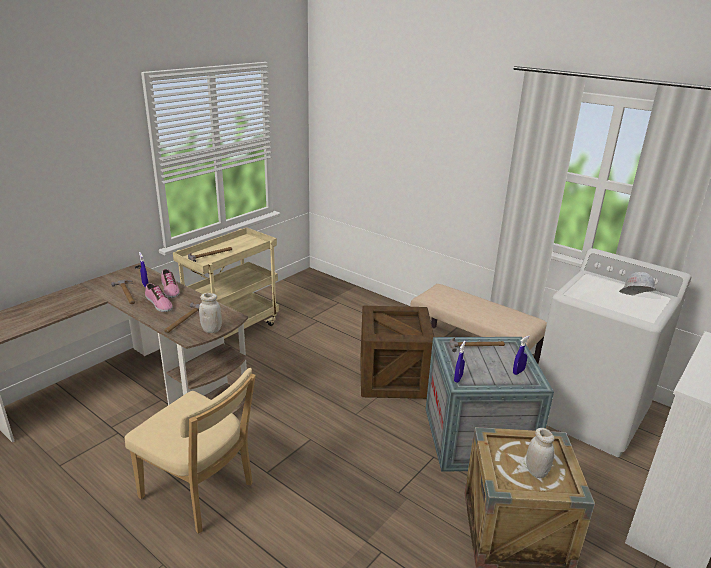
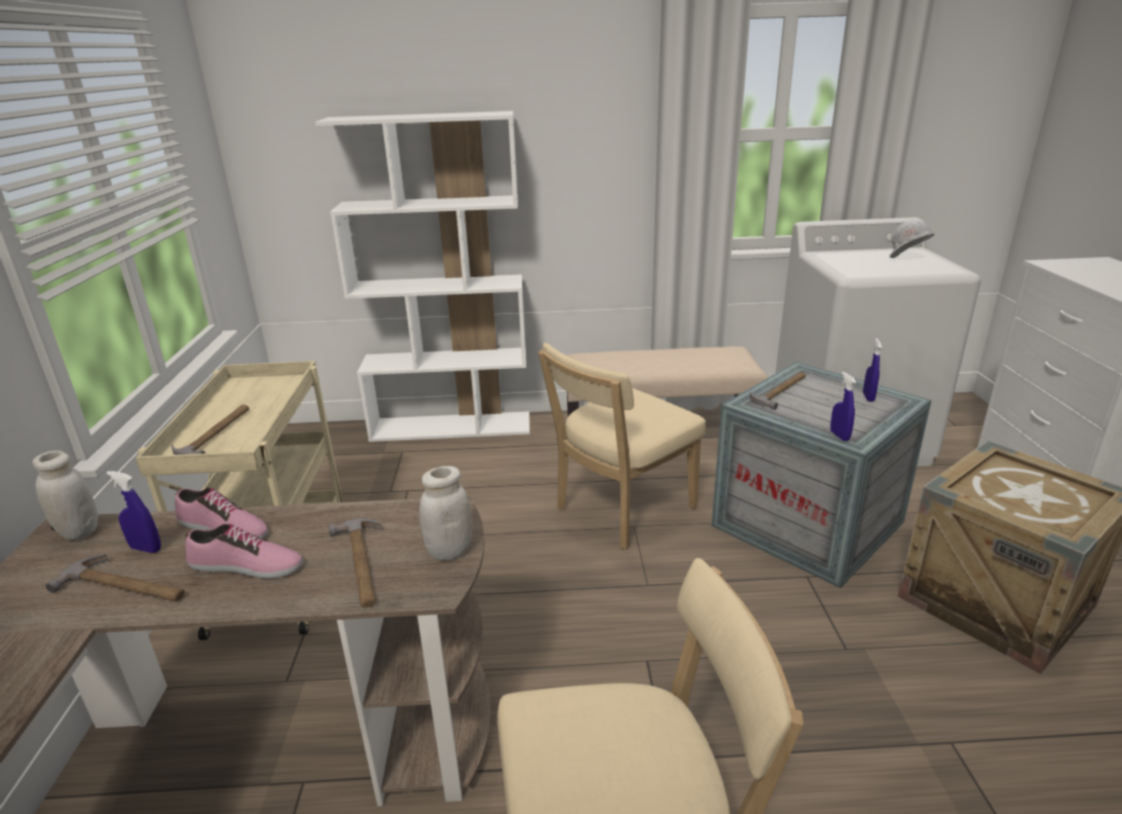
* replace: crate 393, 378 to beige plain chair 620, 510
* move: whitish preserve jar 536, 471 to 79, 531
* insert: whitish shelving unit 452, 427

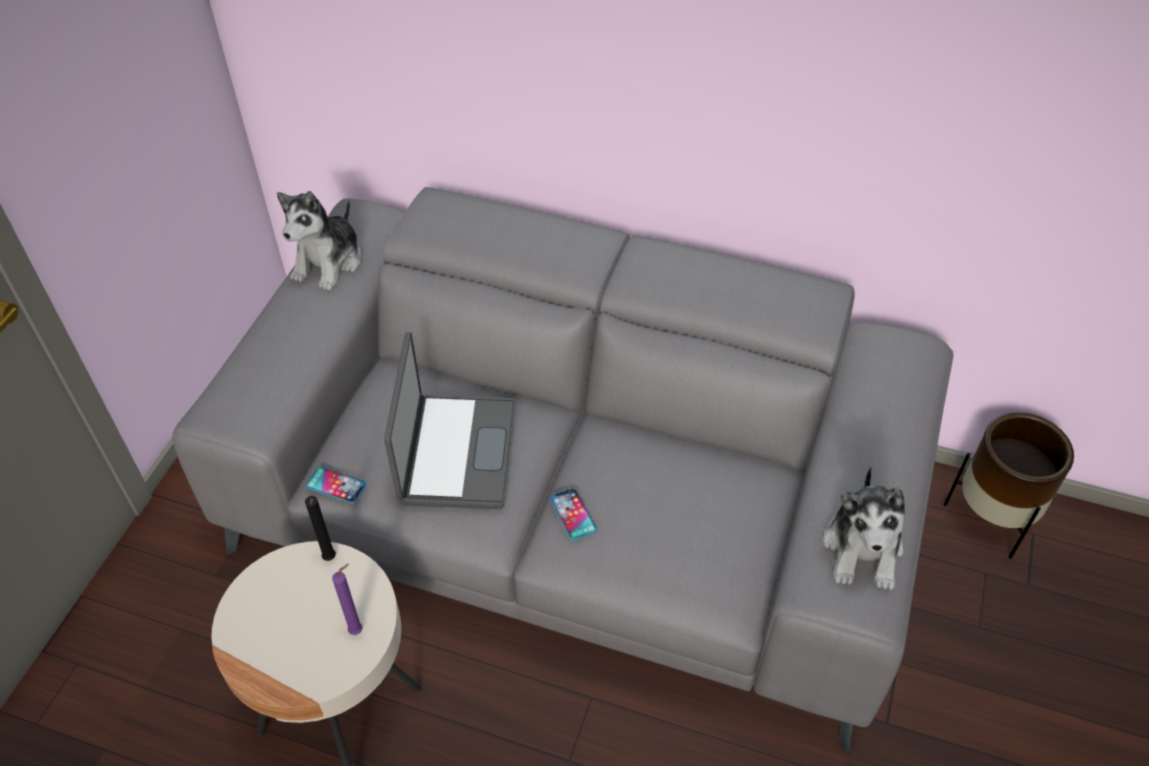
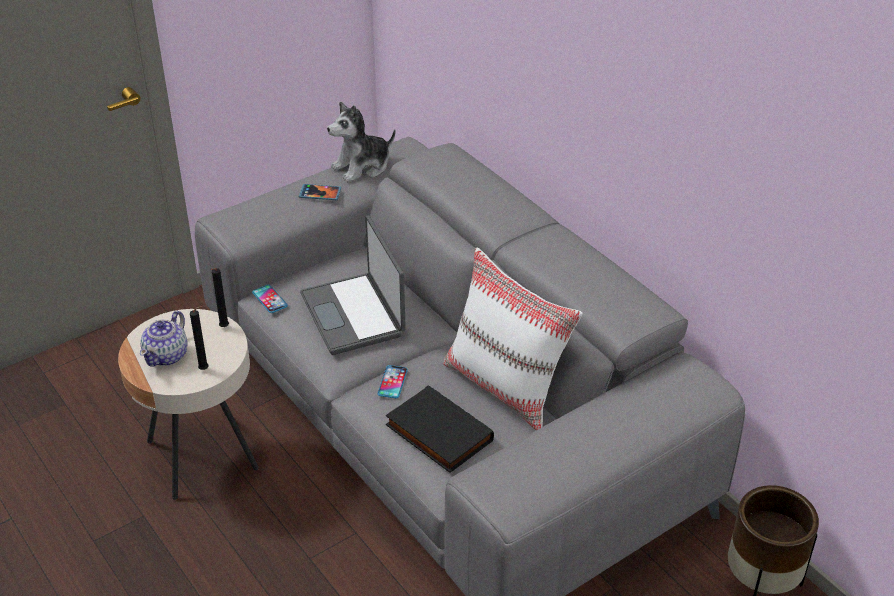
* recolor: purple-coloured wax light 358, 630 to blackish wax light 205, 369
* rotate: notebook computer 455, 452 = 354, 314 120 degrees clockwise
* delete: soft toy 863, 548
* insert: pot for tea 167, 355
* insert: handset 320, 193
* insert: blackish book 437, 434
* insert: whitish cushion 506, 387

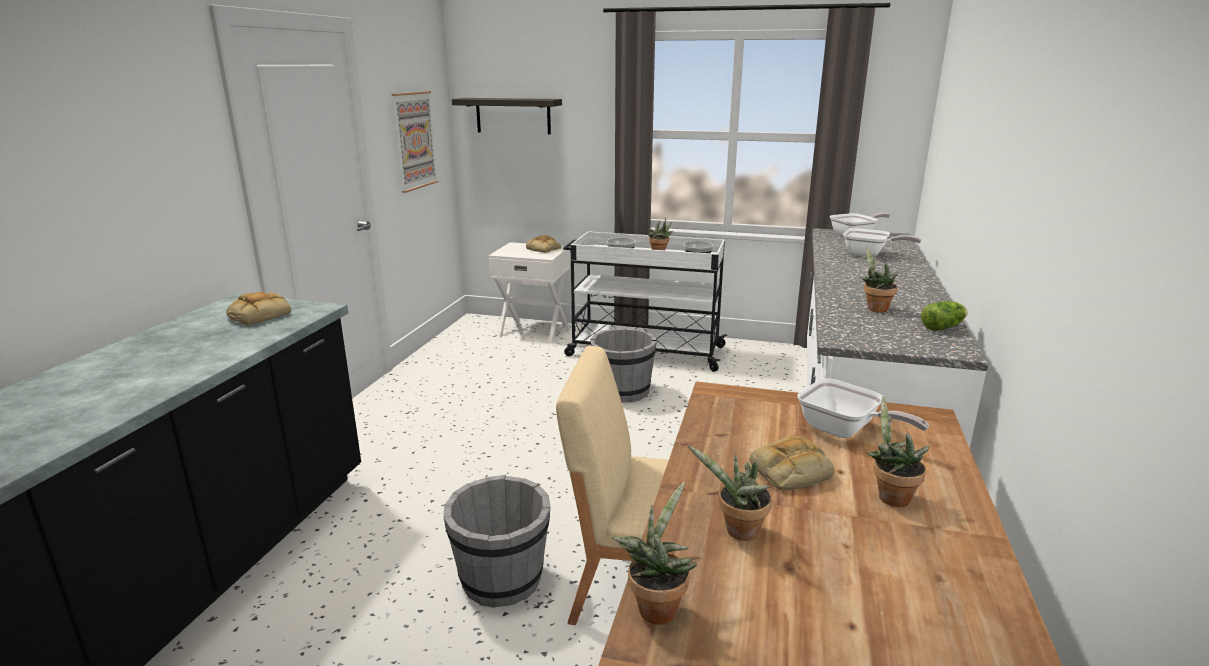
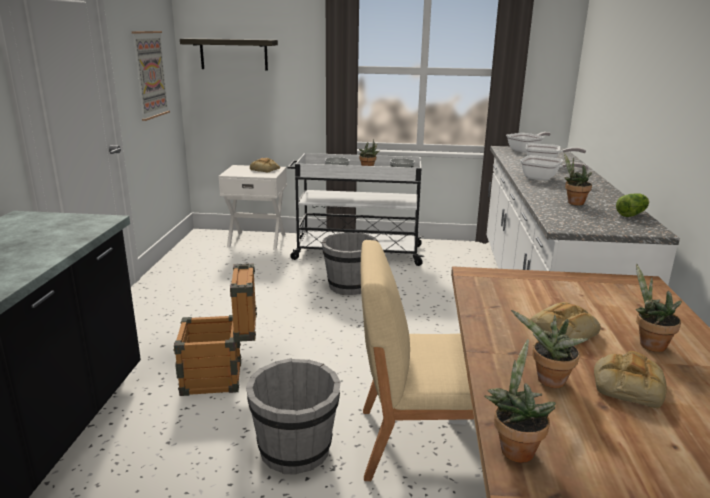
* move: baked bread 260, 315 to 627, 385
* move: frying pan 844, 431 to 544, 179
* insert: crate 222, 378

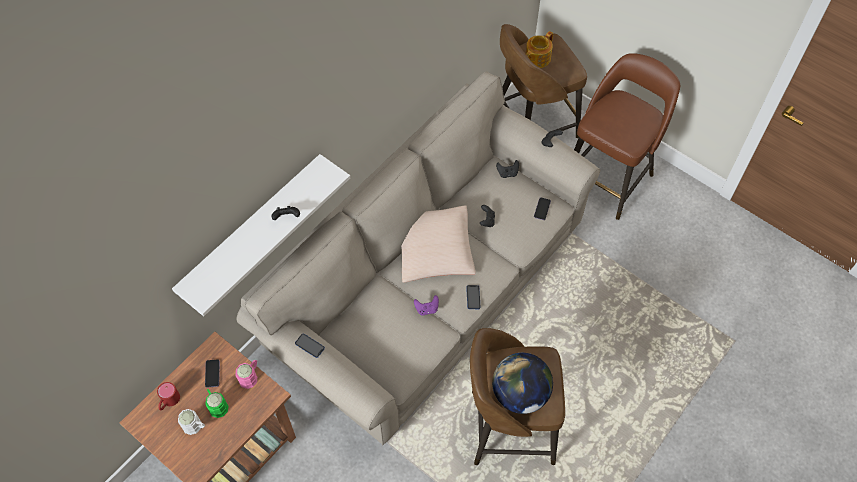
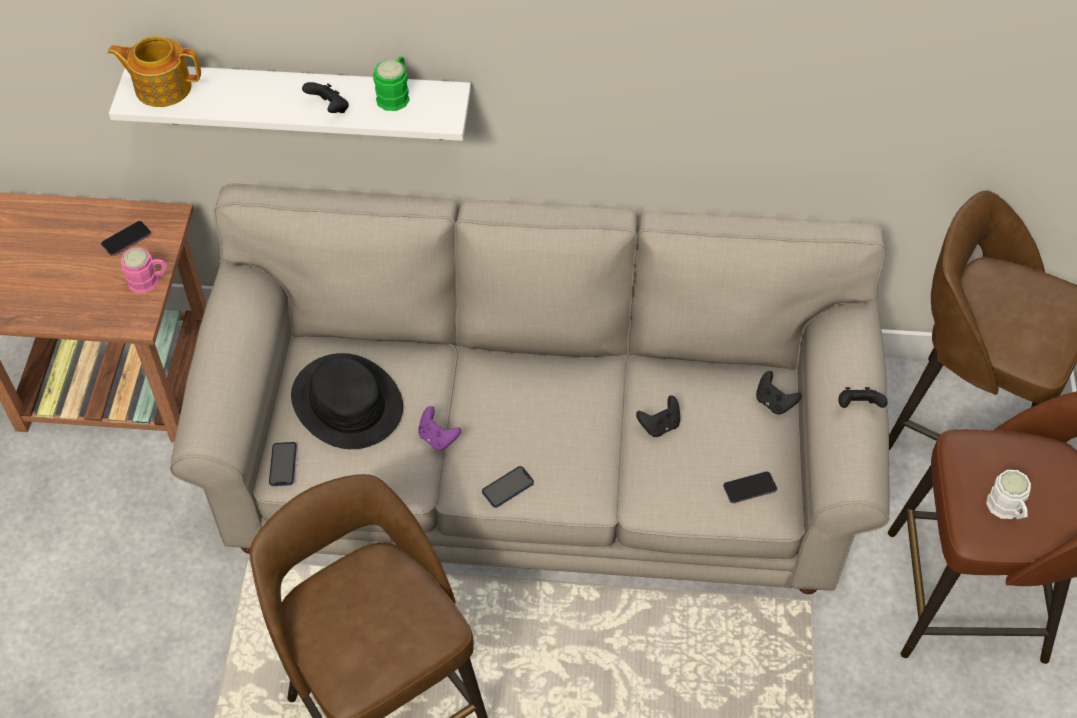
* delete: red-coloured coffee mug 168, 401
* move: whitish coffee mug 195, 426 to 1007, 510
* move: green coffee mug 216, 405 to 395, 94
* move: handset 309, 346 to 283, 465
* delete: beige cushion 434, 251
* delete: world globe 520, 394
* move: pot for tea 537, 58 to 162, 87
* insert: blackish hat 347, 403

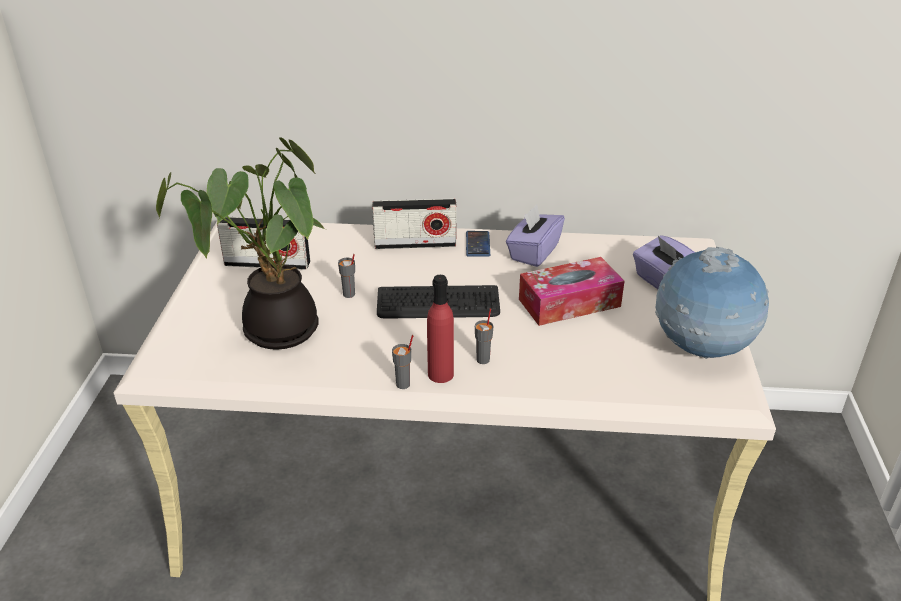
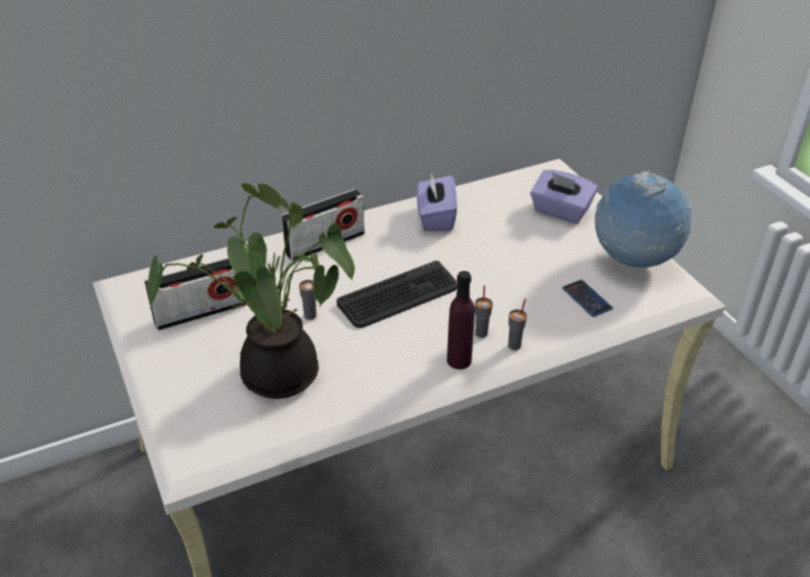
* move: gray cup 403, 384 to 515, 345
* recolor: red-coloured bottle 440, 374 to purple-coloured bottle 459, 360
* move: handset 477, 244 to 587, 299
* delete: box of tissues 569, 303

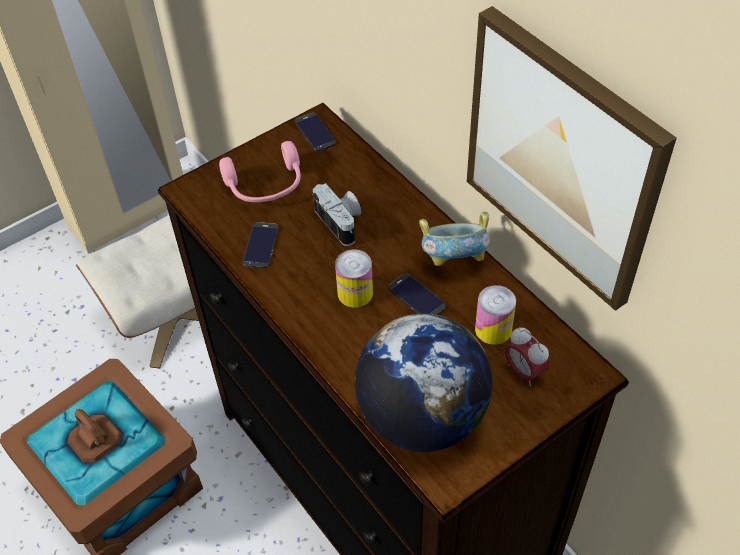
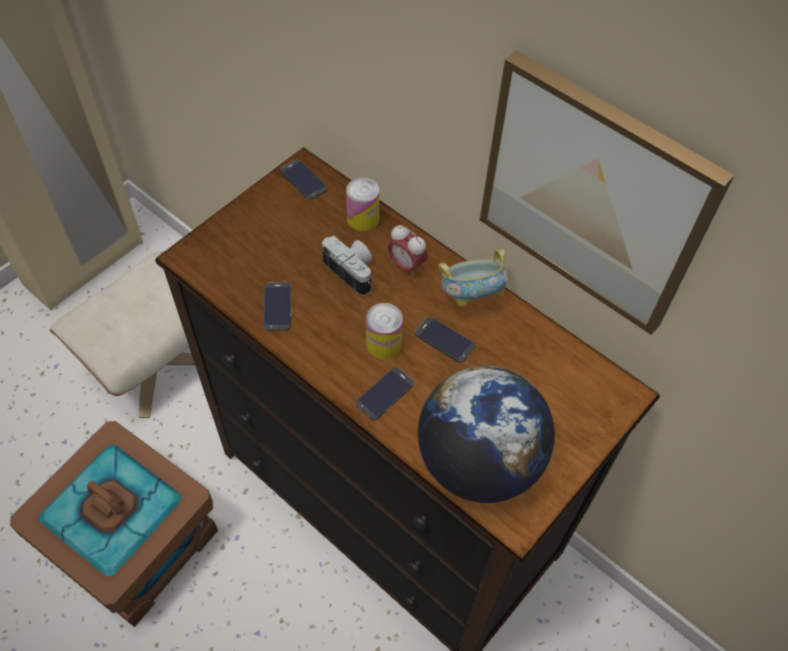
* delete: pinkish headset 265, 186
* move: can 493, 329 to 363, 218
* move: alarm clock 524, 371 to 406, 265
* insert: handset 385, 393

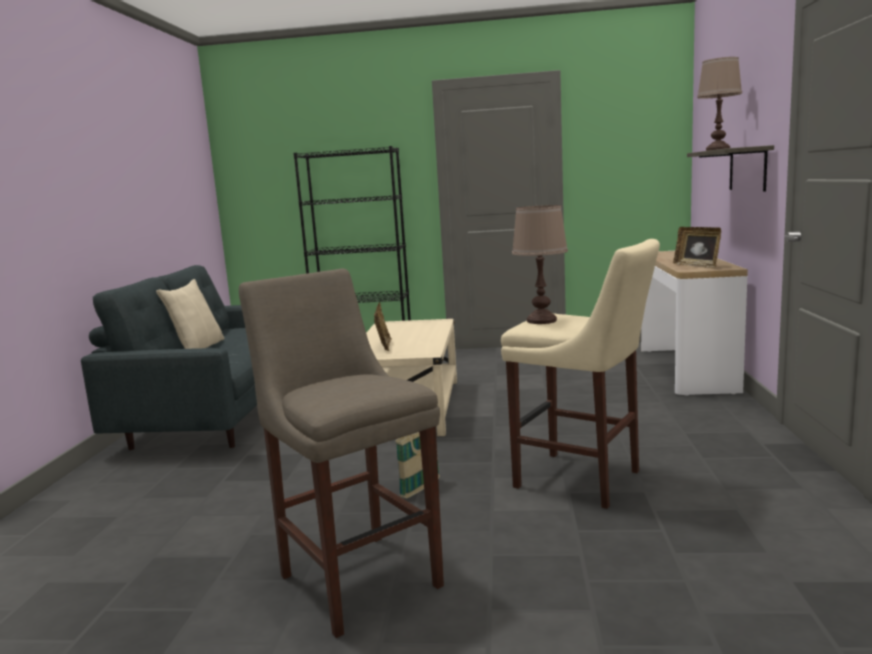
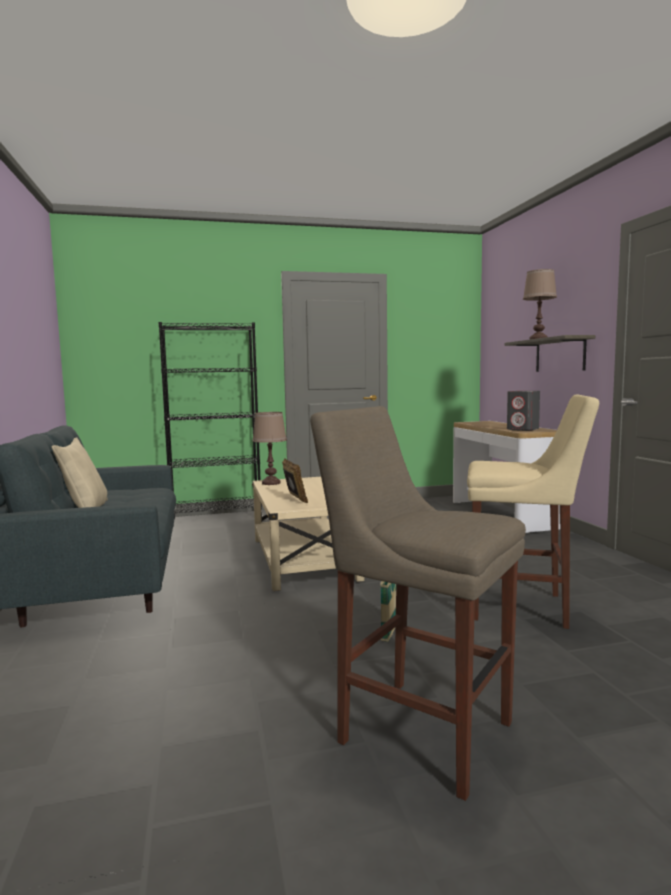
* move: brownish table lamp 541, 321 to 271, 483
* replace: picture frame 697, 266 to gray audio speaker 523, 429

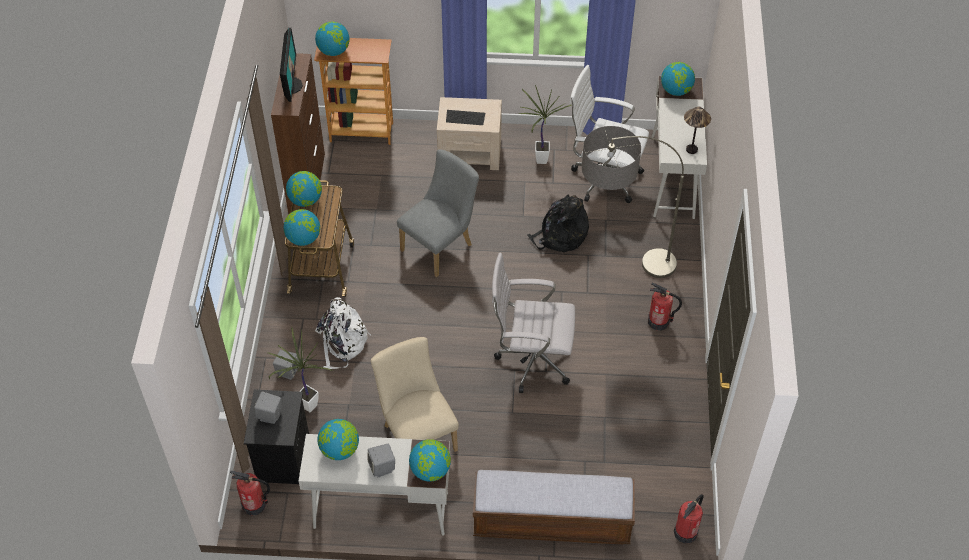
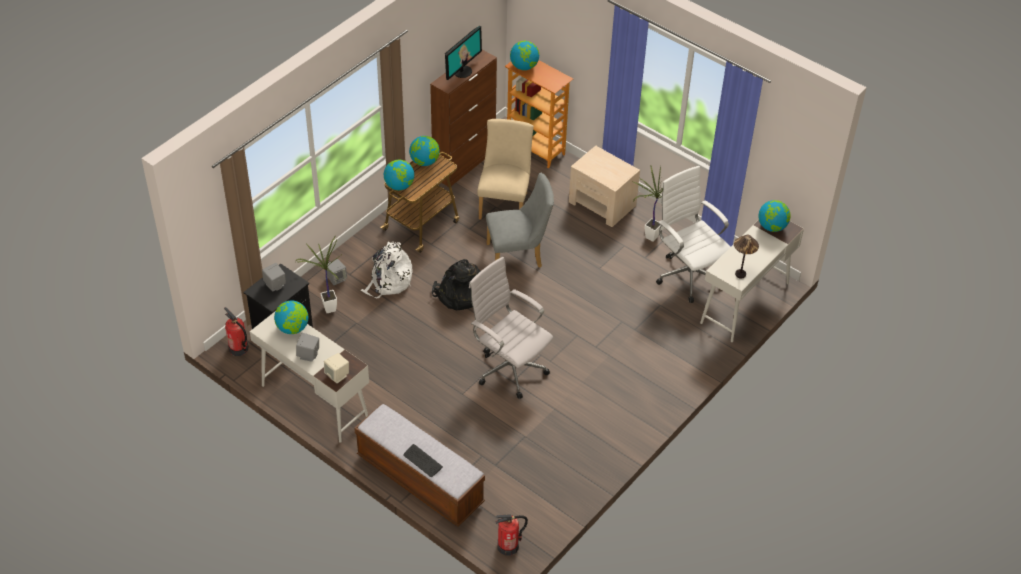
* move: beige plain chair 417, 434 to 505, 203
* replace: world globe 430, 470 to beige audio speaker 337, 375
* move: computer keyboard 465, 118 to 422, 461
* move: blackish backpack 560, 236 to 458, 295
* delete: floor lamp 618, 271
* delete: extinguisher 659, 321

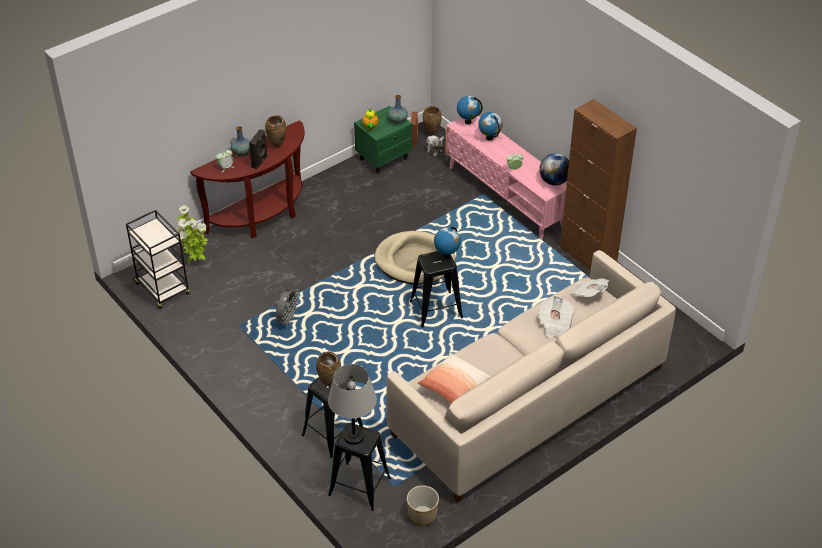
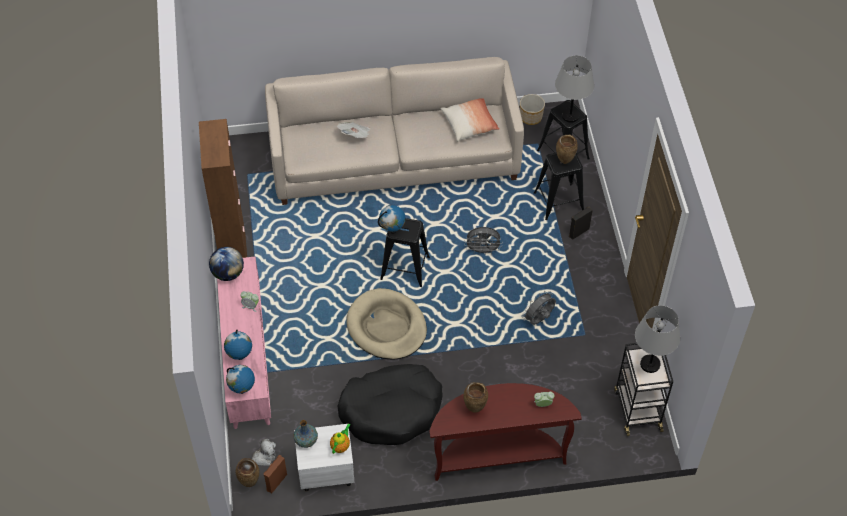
* delete: potted plant 195, 261
* delete: decorative vase 242, 153
* move: blackish audio speaker 260, 162 to 578, 232
* recolor: green night table 384, 158 to whitish night table 325, 472
* delete: newspaper 588, 294
* insert: blackish pet bed 391, 410
* insert: gray fan 482, 250
* insert: gray table lamp 649, 364

